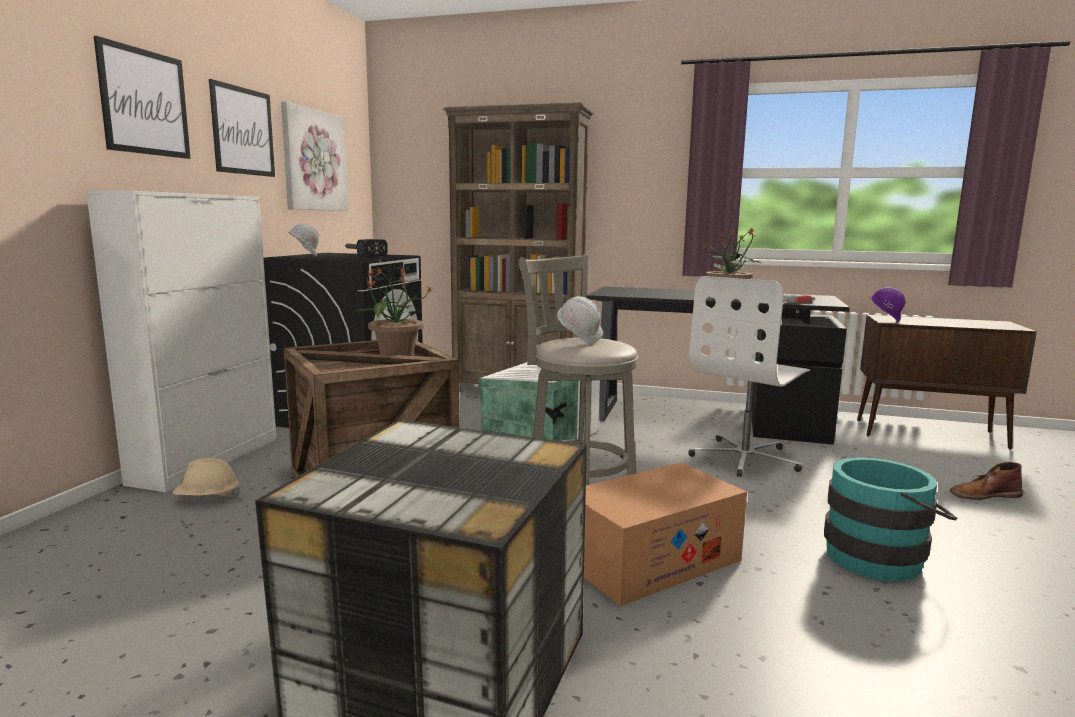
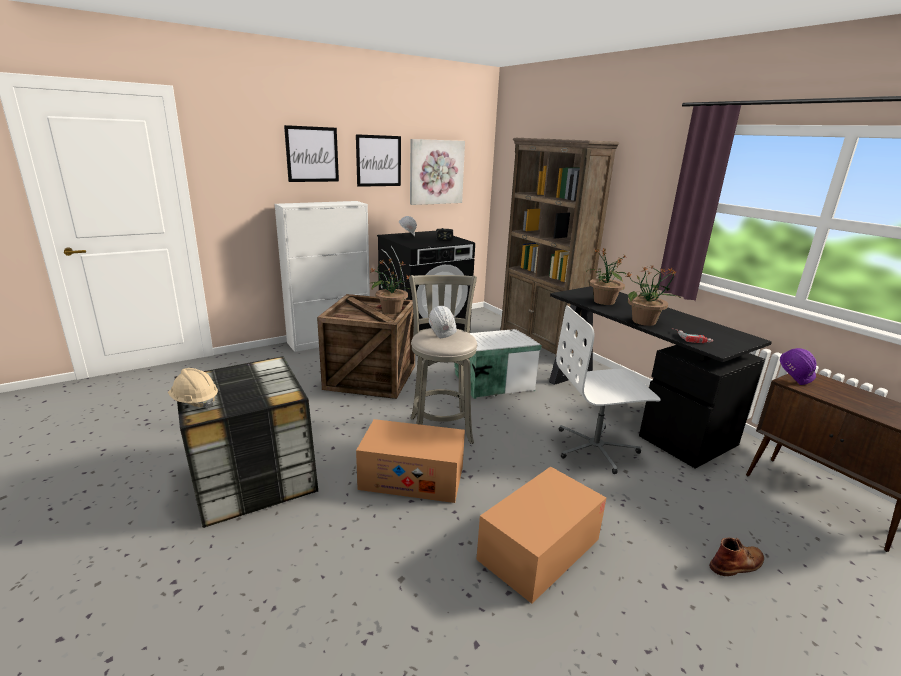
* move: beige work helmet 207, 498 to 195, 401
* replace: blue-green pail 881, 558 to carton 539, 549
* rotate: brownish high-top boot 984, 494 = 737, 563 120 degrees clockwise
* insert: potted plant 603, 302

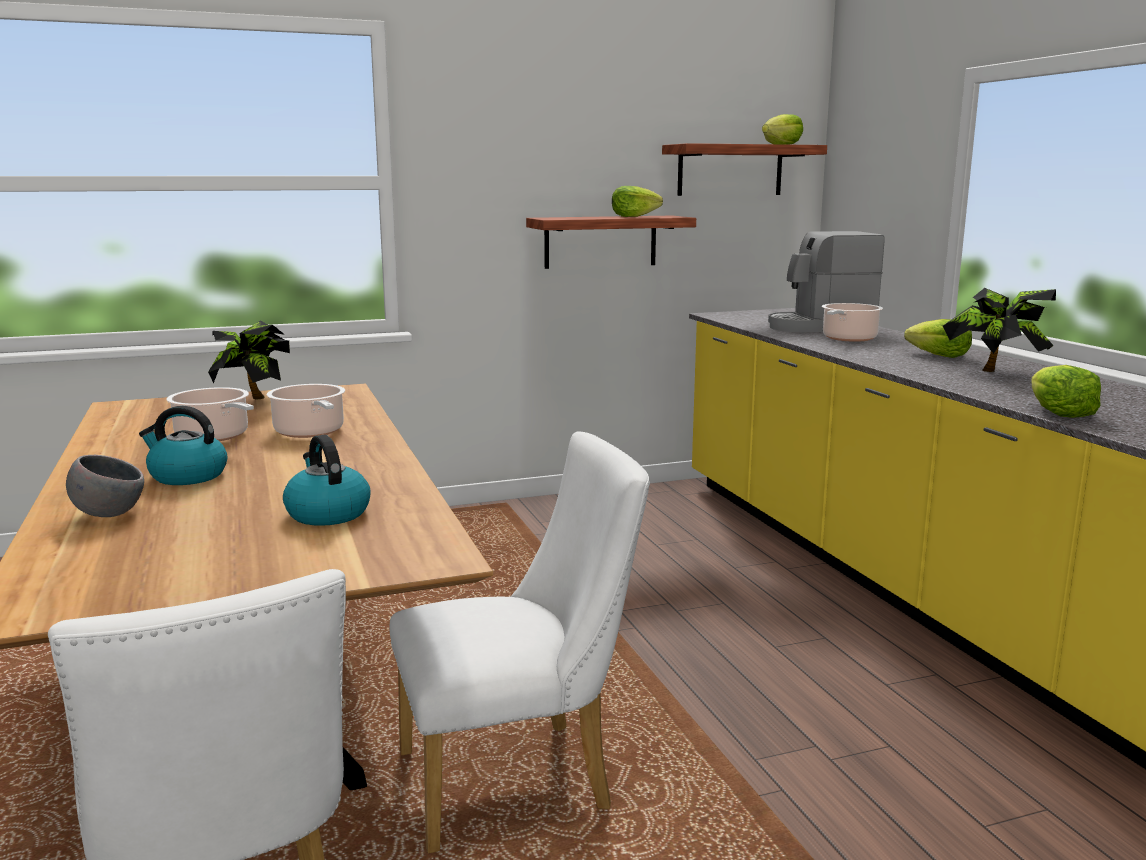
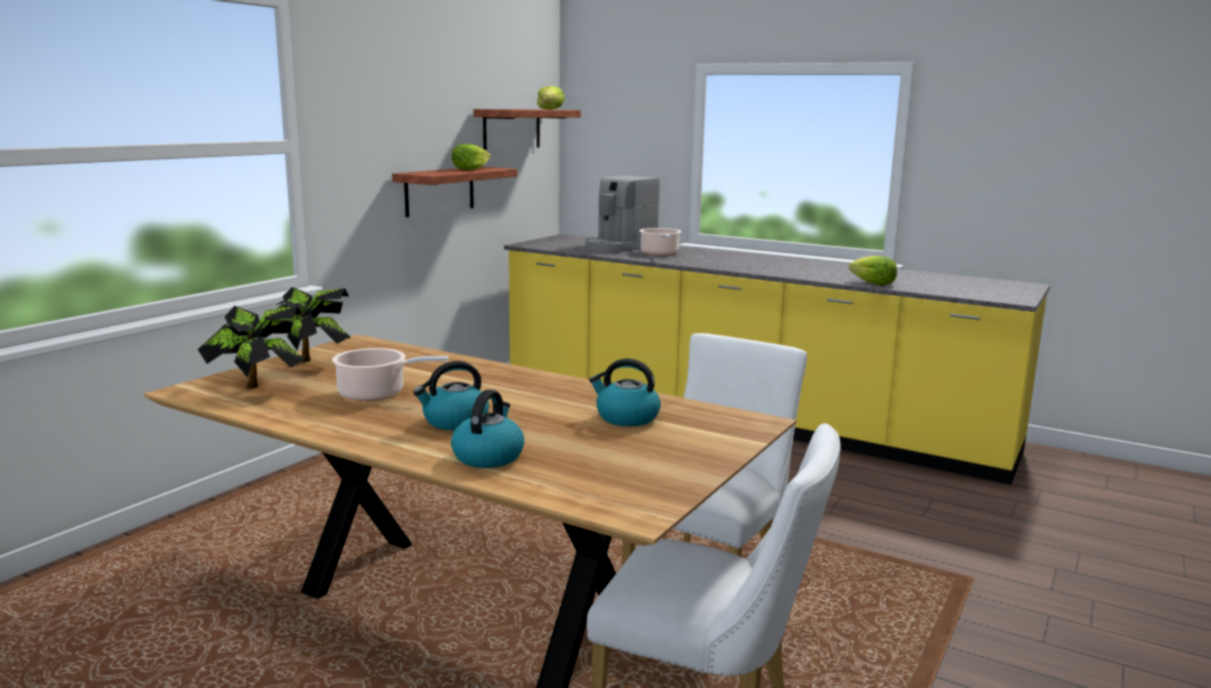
* replace: gray serving bowl 108, 514 to tea kettle 488, 456
* delete: stockpot 310, 432
* delete: lettuce head 939, 356
* move: potted plant 994, 373 to 257, 389

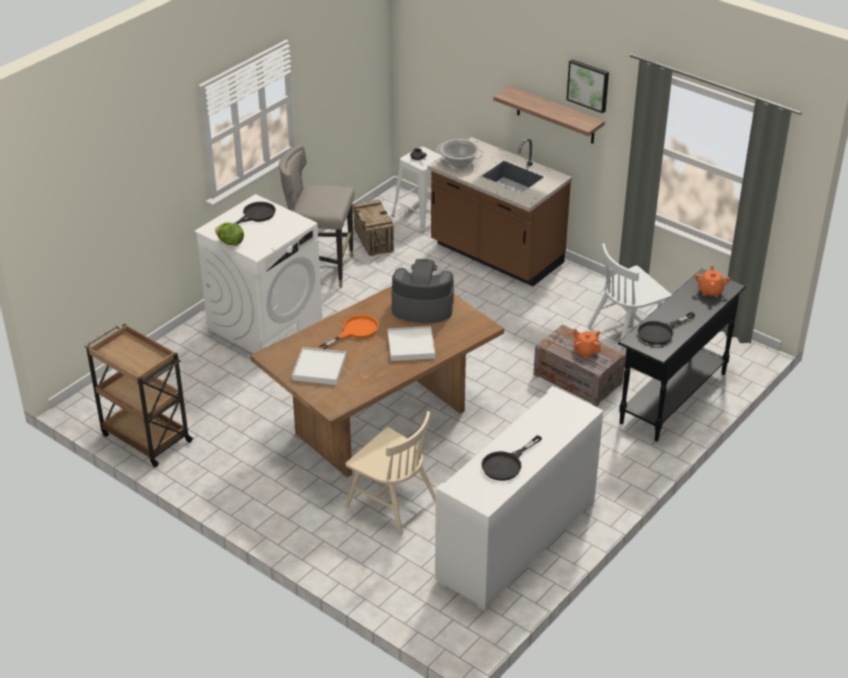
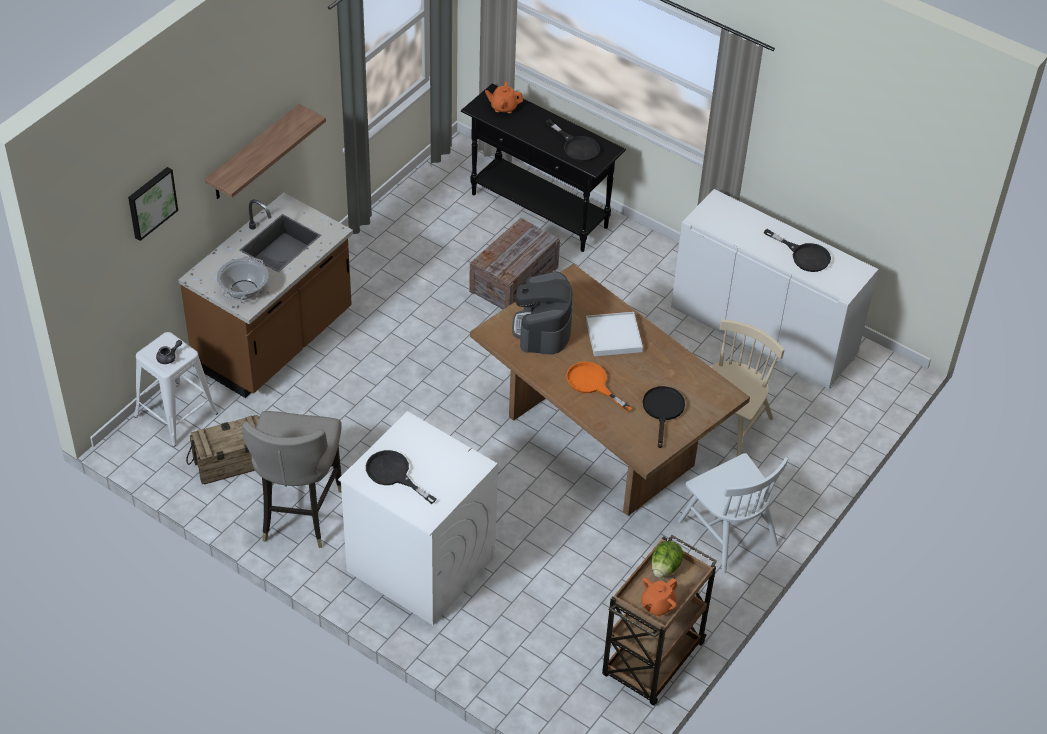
* move: lettuce head 230, 242 to 665, 567
* replace: whitish carrying tray 319, 368 to blackish frying pan 663, 411
* move: picture 588, 85 to 151, 202
* move: orangey pot for tea 586, 351 to 657, 605
* move: whitish plain chair 627, 331 to 727, 532

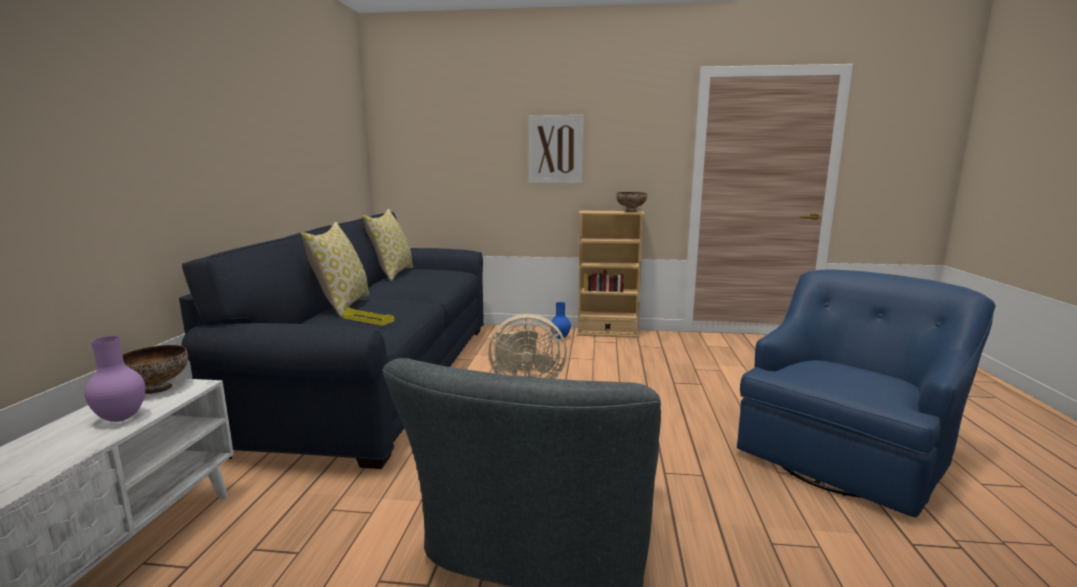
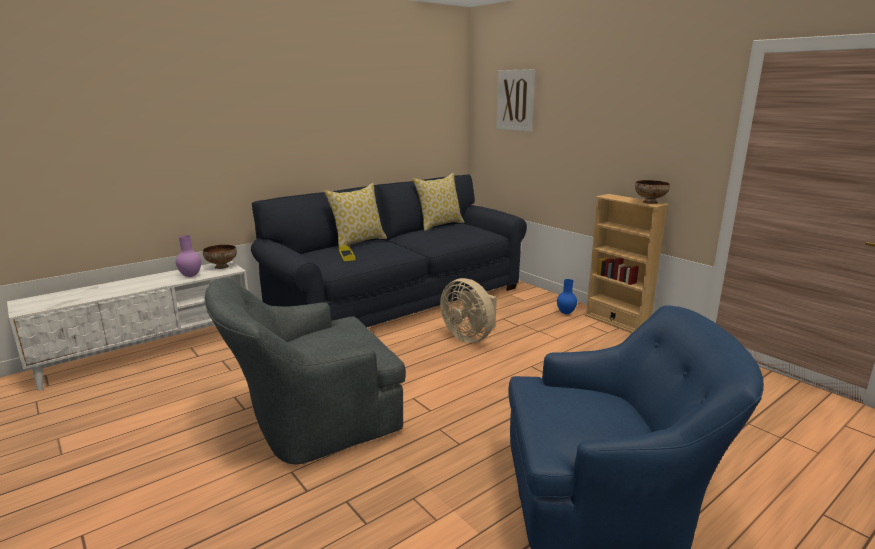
* move: picture 556, 149 to 515, 100

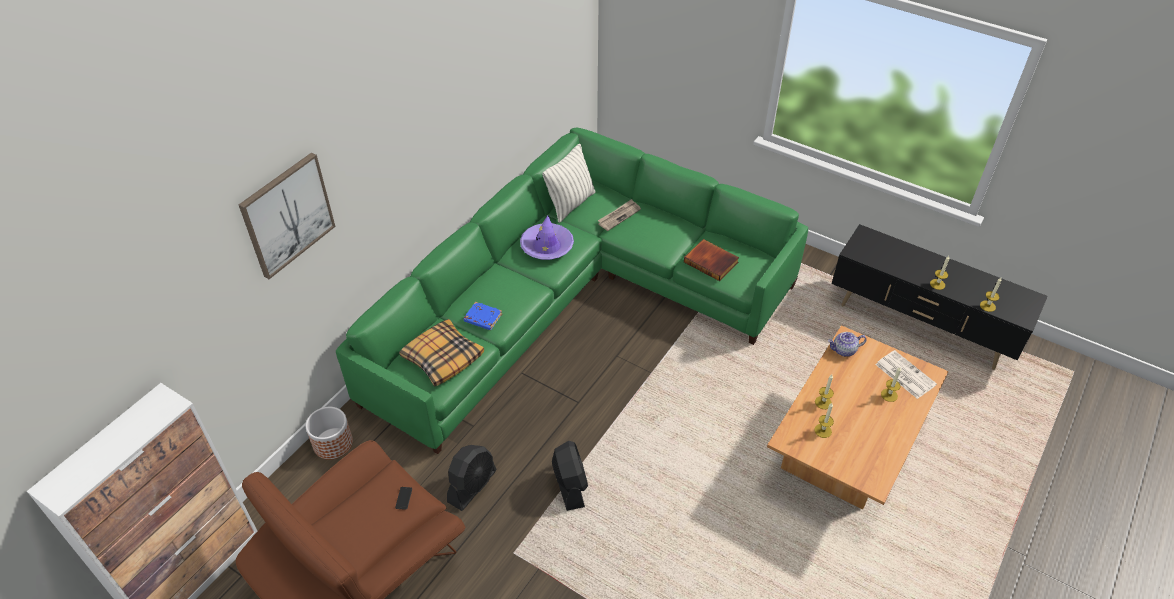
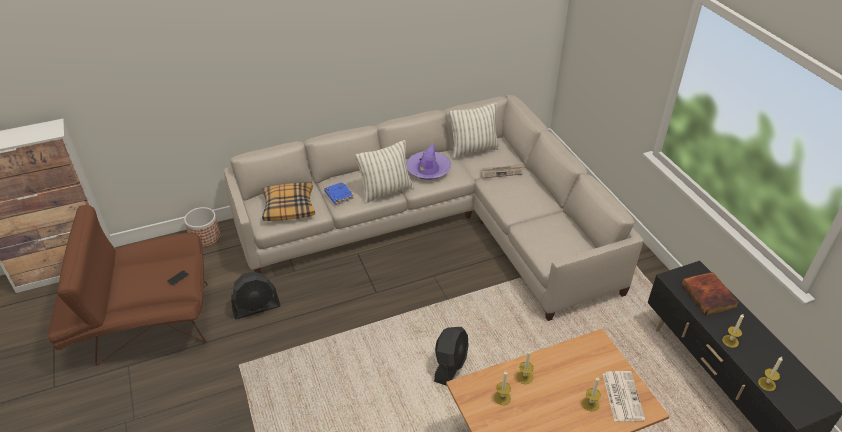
* delete: picture 287, 215
* recolor: green sofa 574, 299 to beige sofa 440, 224
* move: blackish fan 569, 485 to 450, 365
* move: book 711, 261 to 709, 295
* delete: pot for tea 844, 350
* insert: cushion 386, 191

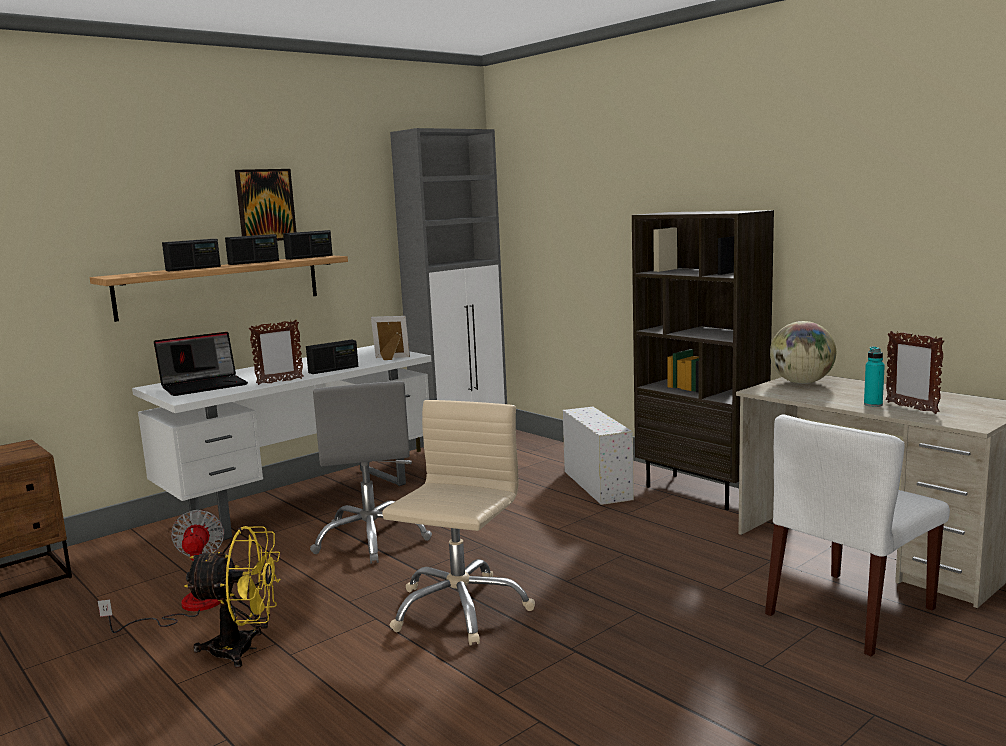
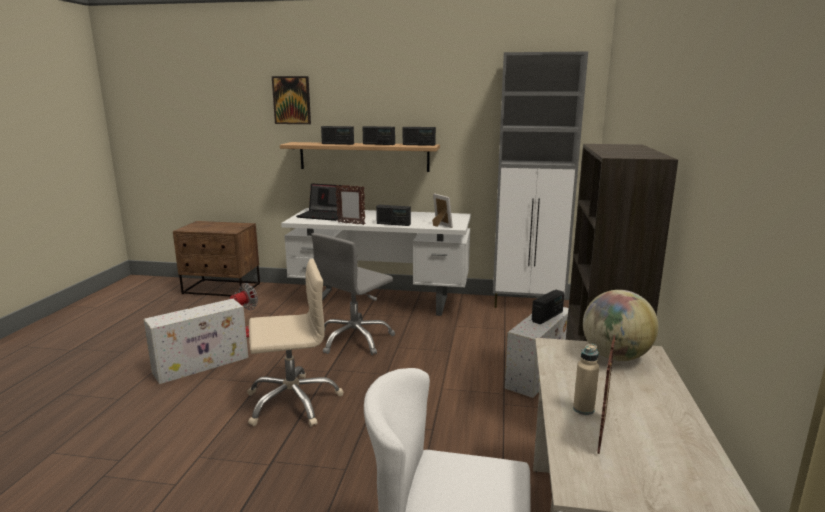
* replace: yellowish fan 243, 649 to whitish storage box 202, 364
* move: picture 265, 205 to 292, 100
* recolor: blue-green bottle 873, 404 to beige bottle 583, 409
* insert: radio receiver 547, 317

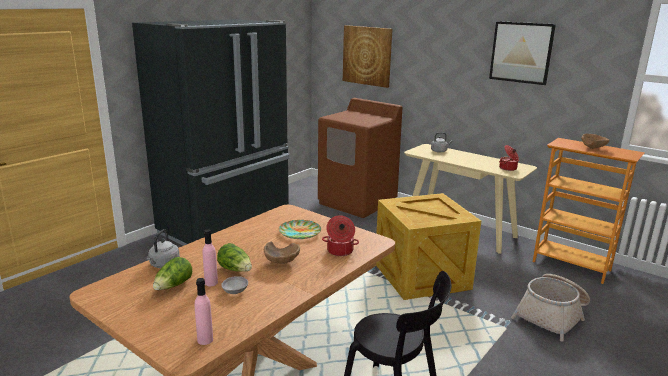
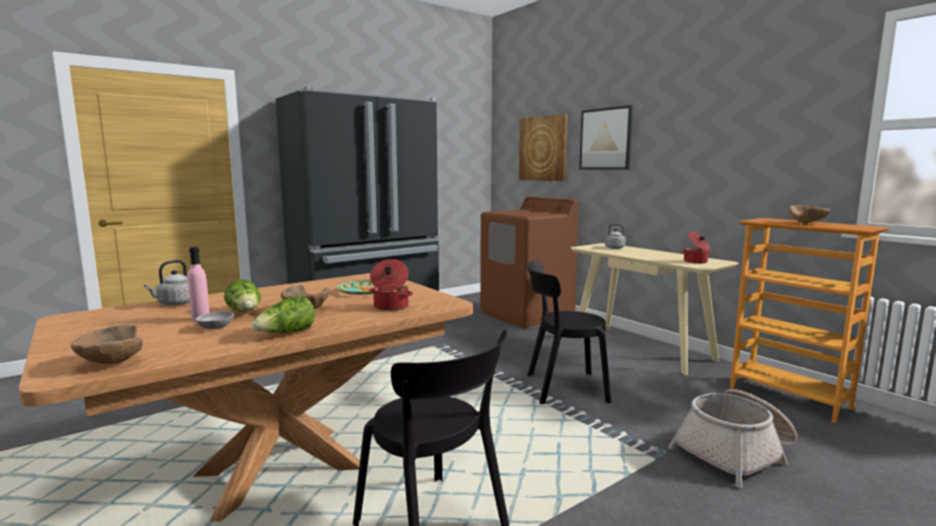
* move: lettuce head 173, 286 to 286, 334
* replace: pinkish bottle 205, 340 to brownish serving bowl 110, 363
* replace: crate 420, 275 to blackish plain chair 561, 388
* move: picture 521, 52 to 605, 139

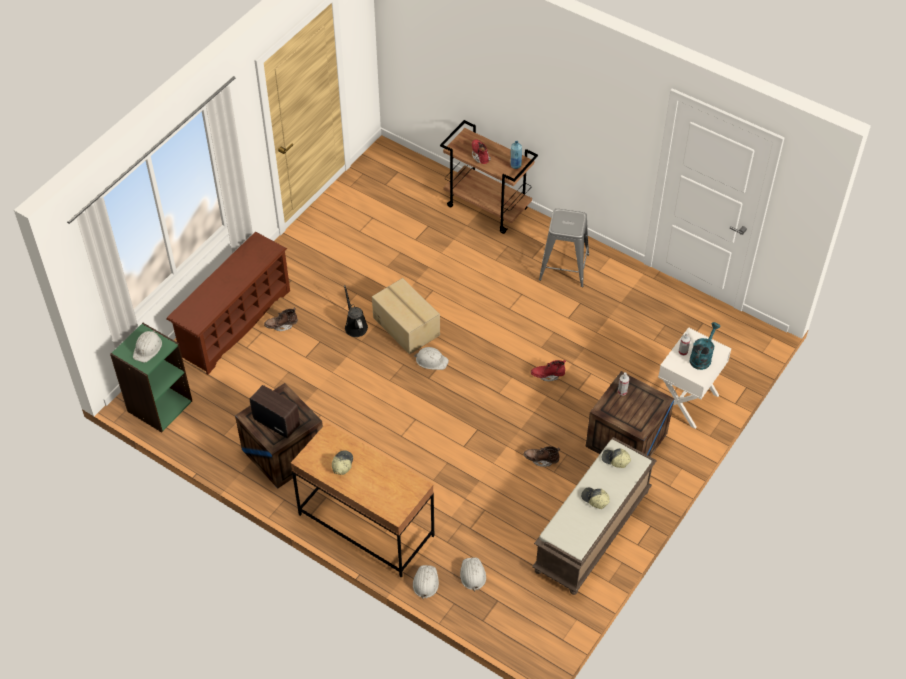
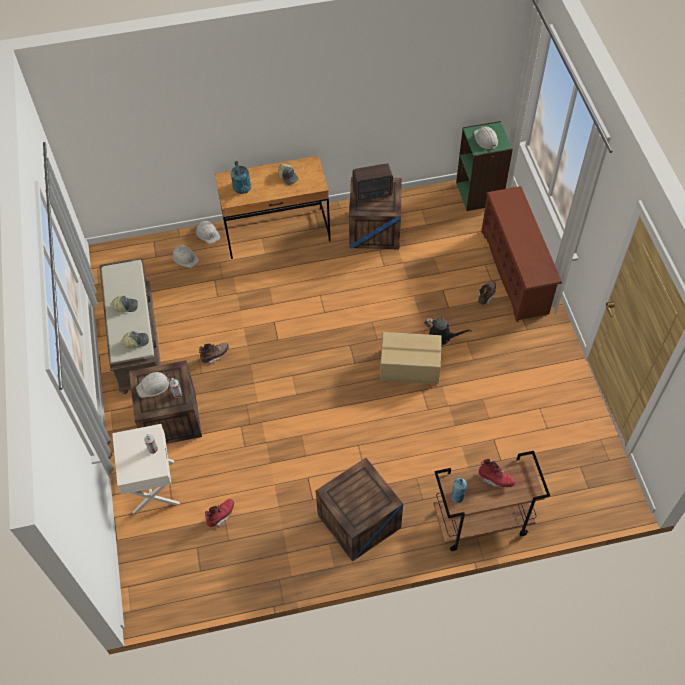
* move: whitish work helmet 431, 360 to 153, 386
* move: red-coloured high-top boot 547, 375 to 221, 515
* replace: gray stool seat 564, 267 to crate 359, 521
* move: blue-green watering can 702, 357 to 243, 189

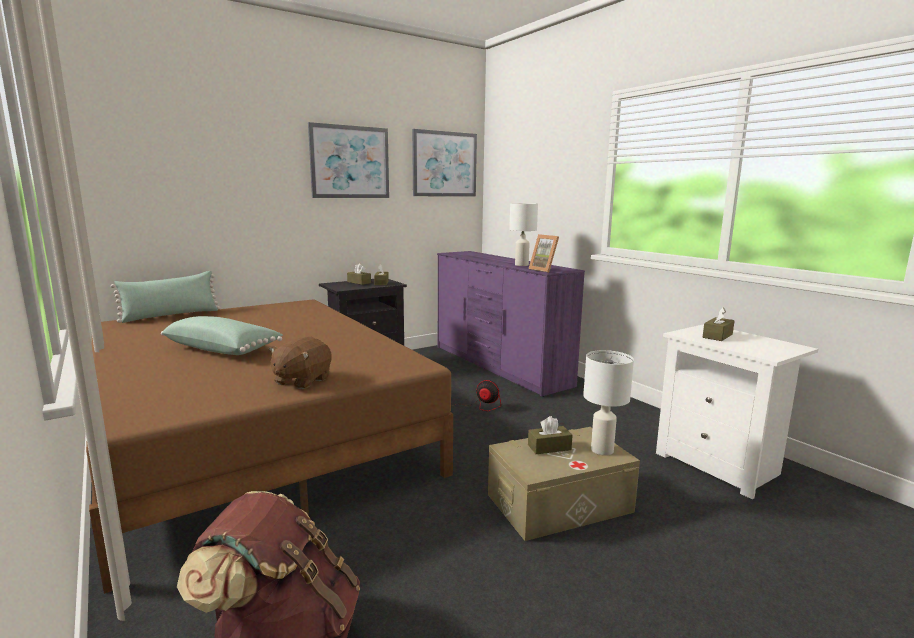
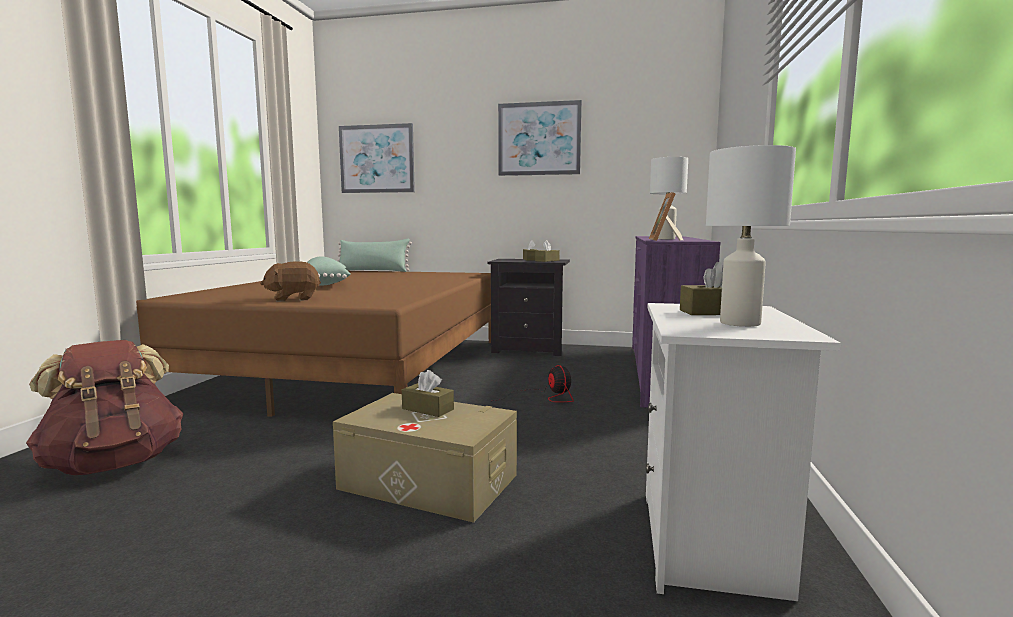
* move: picture 444, 164 to 377, 159
* move: whitish table lamp 601, 450 to 738, 323

